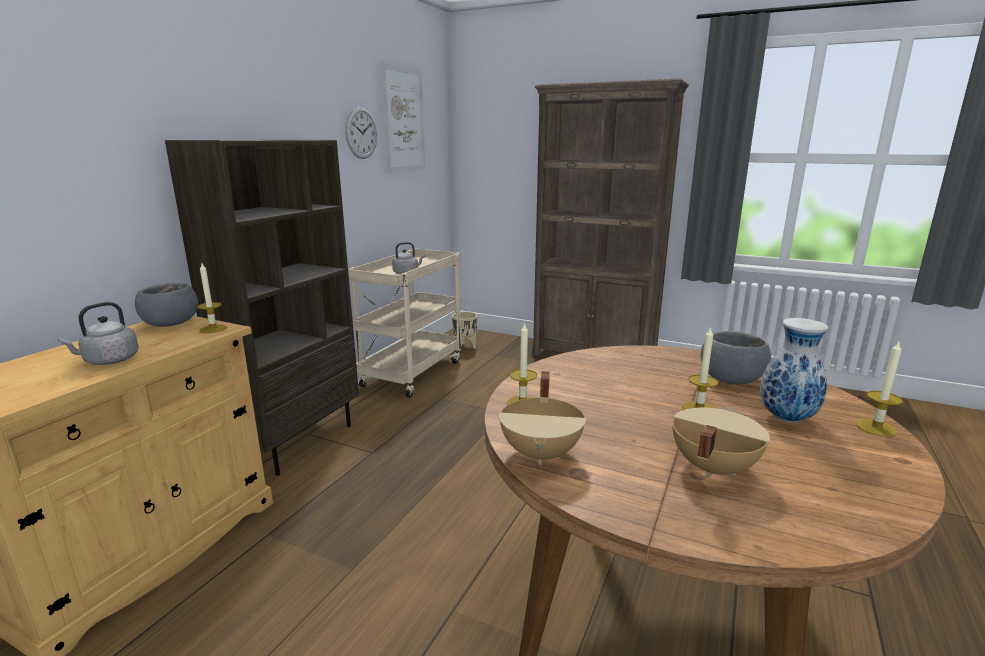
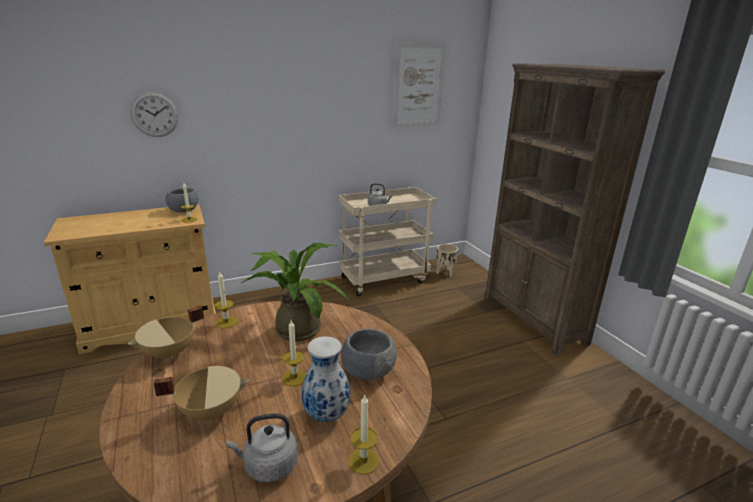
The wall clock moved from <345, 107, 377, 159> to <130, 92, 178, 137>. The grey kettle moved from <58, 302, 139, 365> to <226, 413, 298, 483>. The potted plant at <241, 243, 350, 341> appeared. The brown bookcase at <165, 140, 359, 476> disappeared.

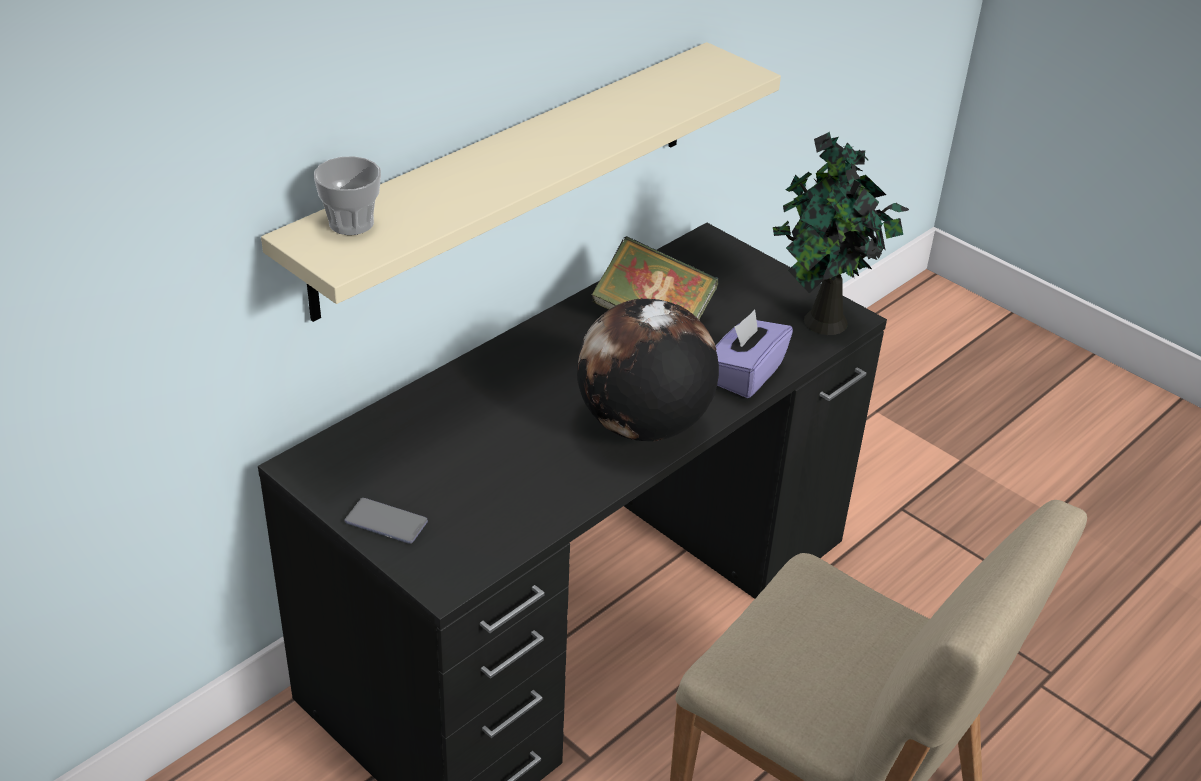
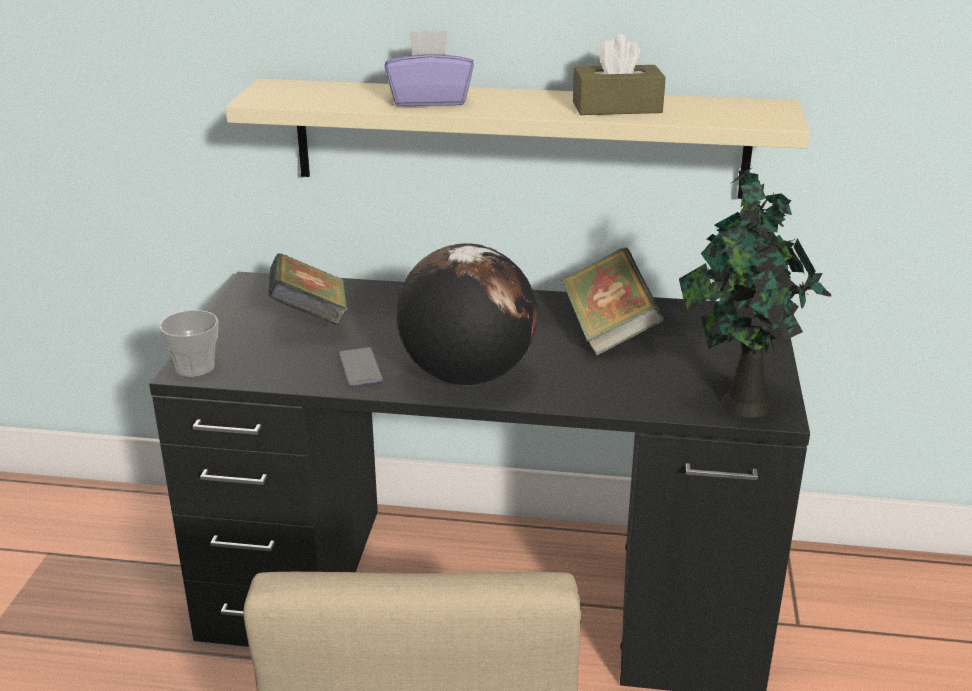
The cup moved from <314, 156, 381, 235> to <159, 310, 218, 377>. The book at <268, 253, 347, 326> appeared. The phone moved from <344, 498, 428, 544> to <339, 347, 383, 386>. The purple tissue box moved from <716, 310, 793, 398> to <385, 31, 474, 106>. The brown tissue box at <573, 34, 666, 115> appeared.

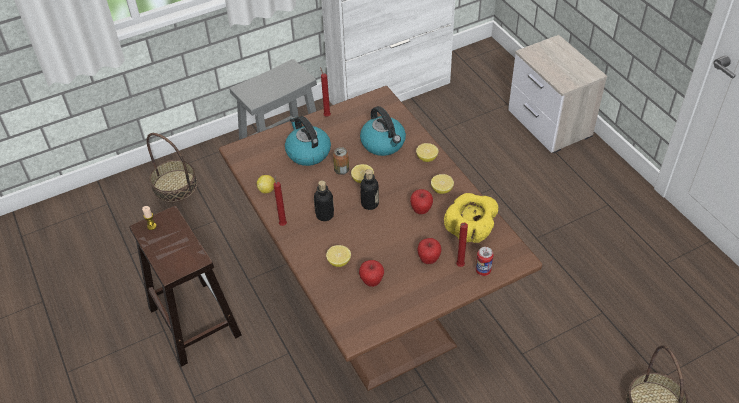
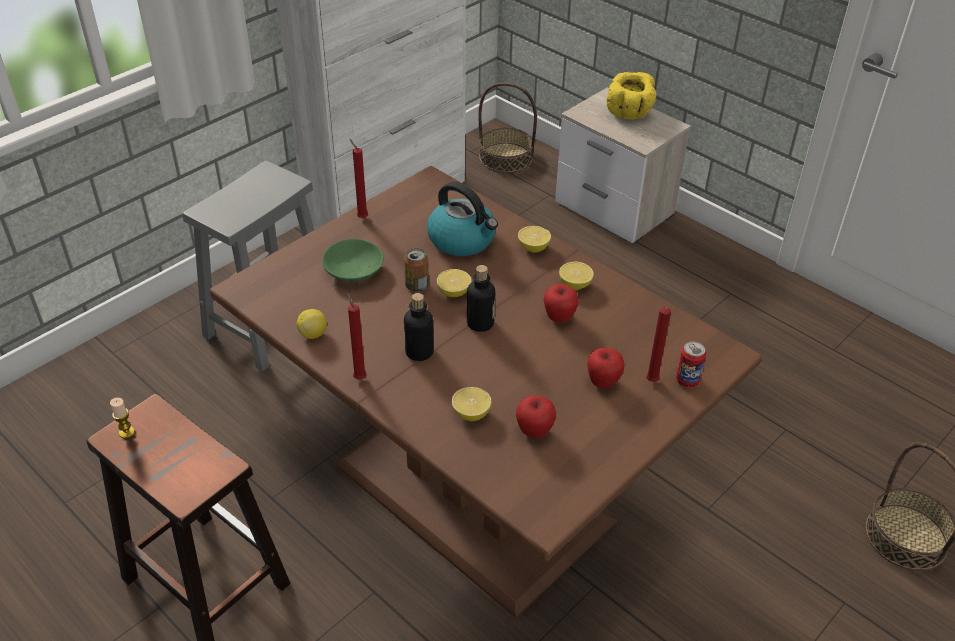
The kettle at <285, 116, 331, 166> was replaced by the green bowl at <322, 239, 384, 282>. The basket moved from <147, 133, 198, 203> to <478, 83, 537, 173>. The yellow bowl moved from <444, 193, 498, 243> to <607, 72, 657, 120>.

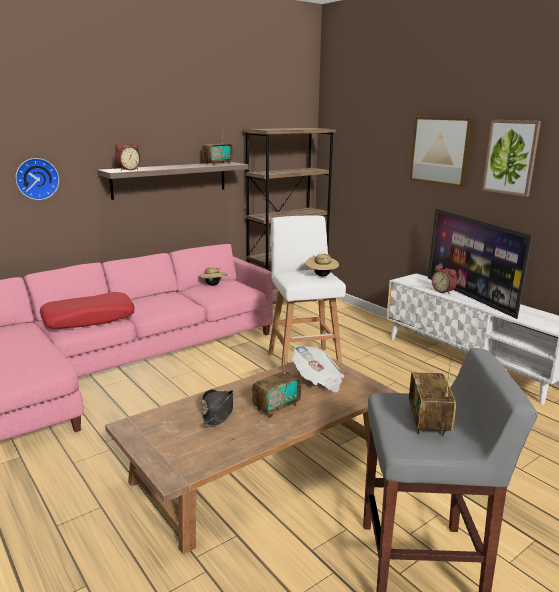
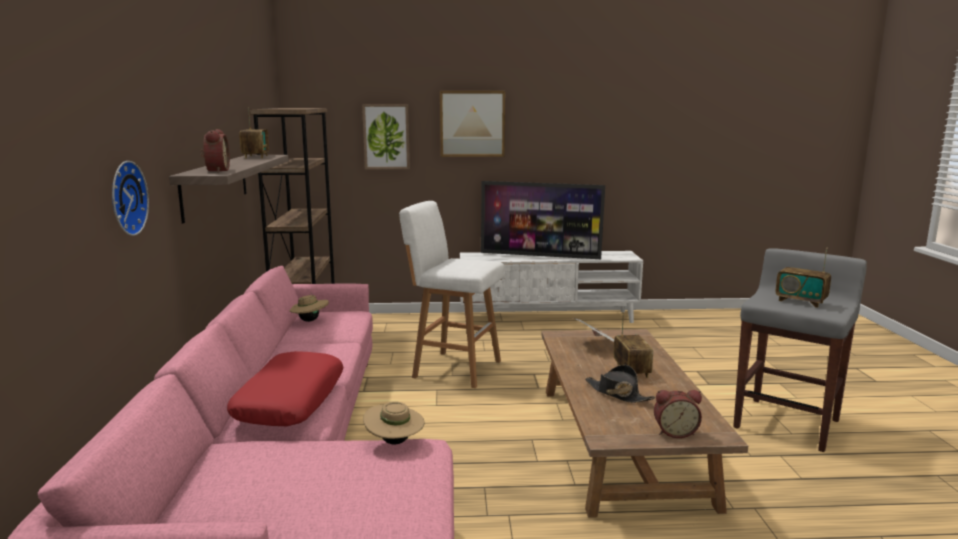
The picture moved from <482, 120, 541, 197> to <362, 104, 410, 169>. The beige hat moved from <306, 254, 339, 277> to <363, 401, 425, 444>. The alarm clock moved from <432, 265, 457, 294> to <654, 390, 702, 438>.

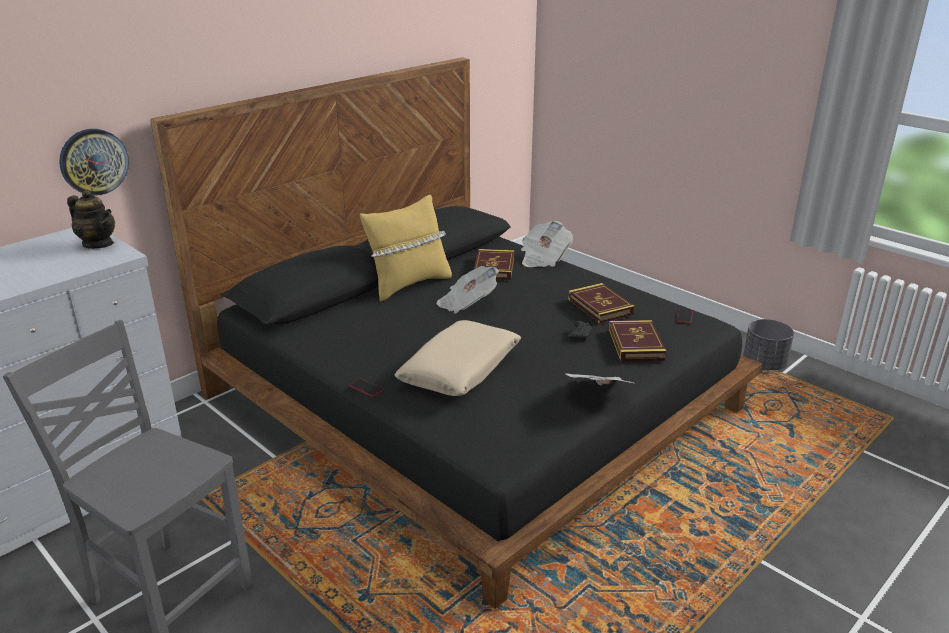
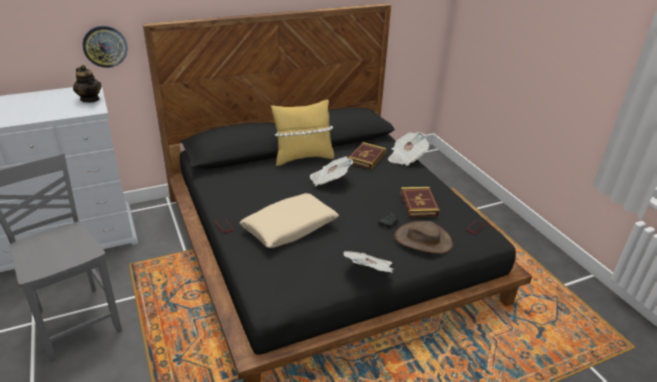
The book at <609, 320, 666, 361> was replaced by the brown hat at <394, 221, 453, 253>. The grey planter at <743, 319, 794, 370> disappeared.

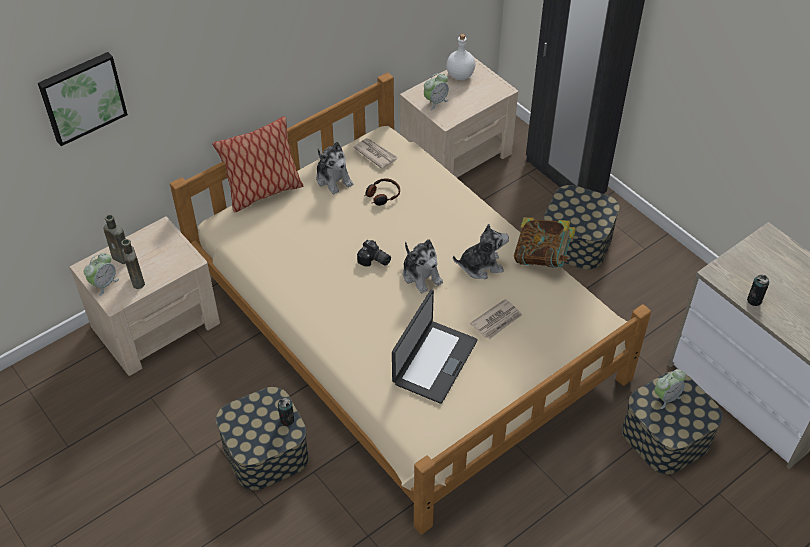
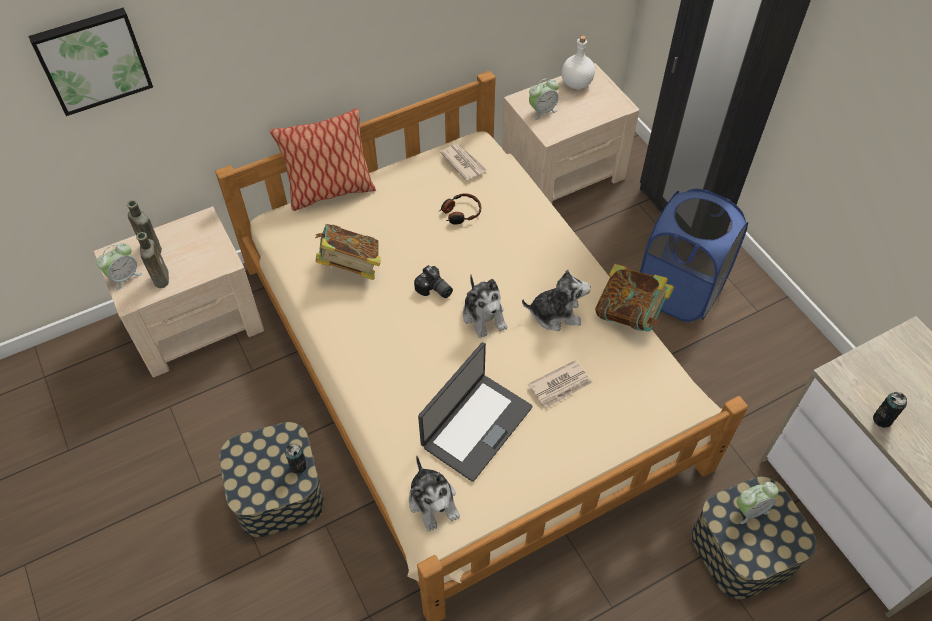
The book at <315, 224, 380, 280> appeared. The plush toy moved from <316, 142, 353, 194> to <409, 456, 460, 531>. The storage box at <544, 185, 620, 270> was replaced by the blue laundry basket at <640, 189, 748, 322>.

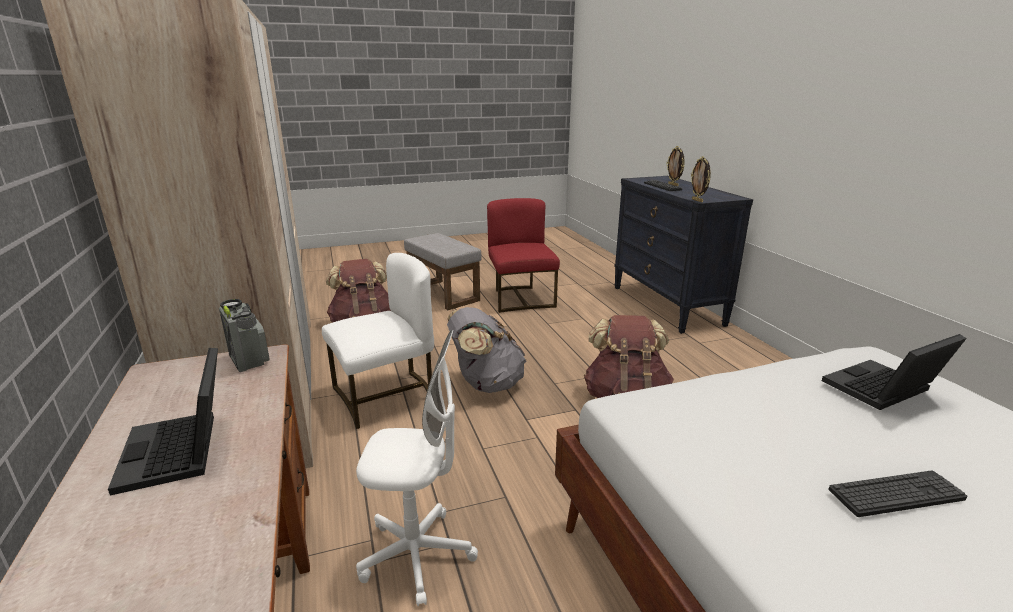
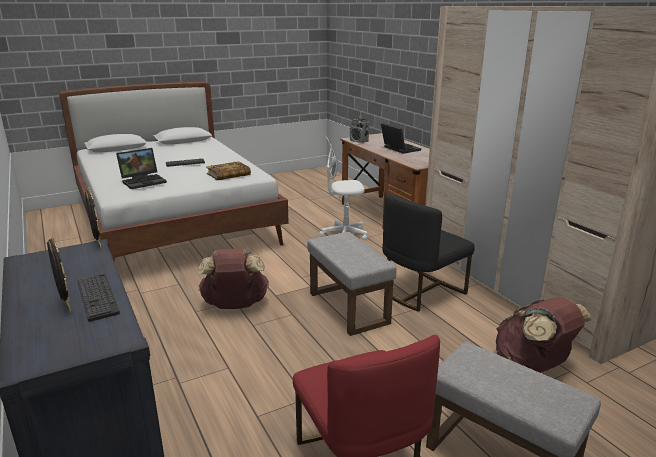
The book at <206, 161, 251, 180> appeared. The grey backpack at <447, 307, 527, 393> was replaced by the grey ottoman at <307, 232, 397, 336>. The radio moved from <219, 299, 270, 372> to <350, 116, 369, 143>. The white chair at <322, 253, 434, 429> became the black chair at <382, 193, 475, 312>.

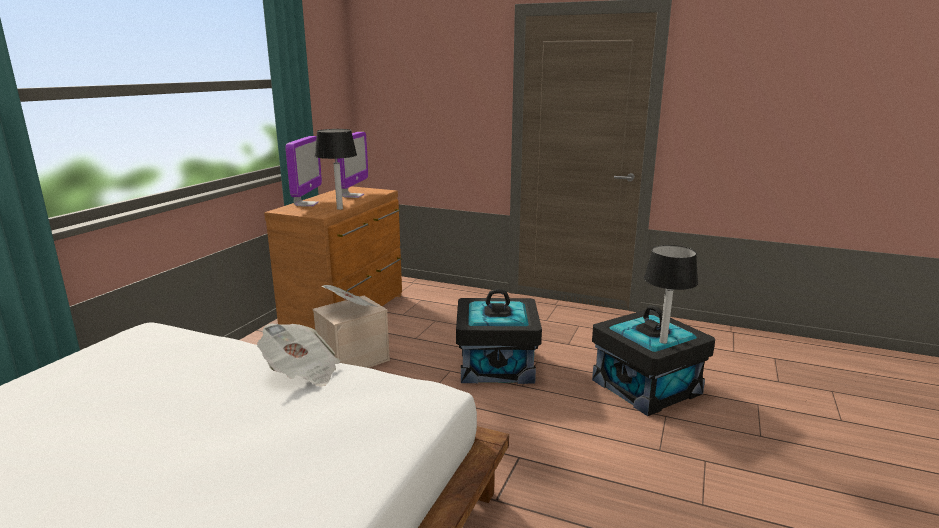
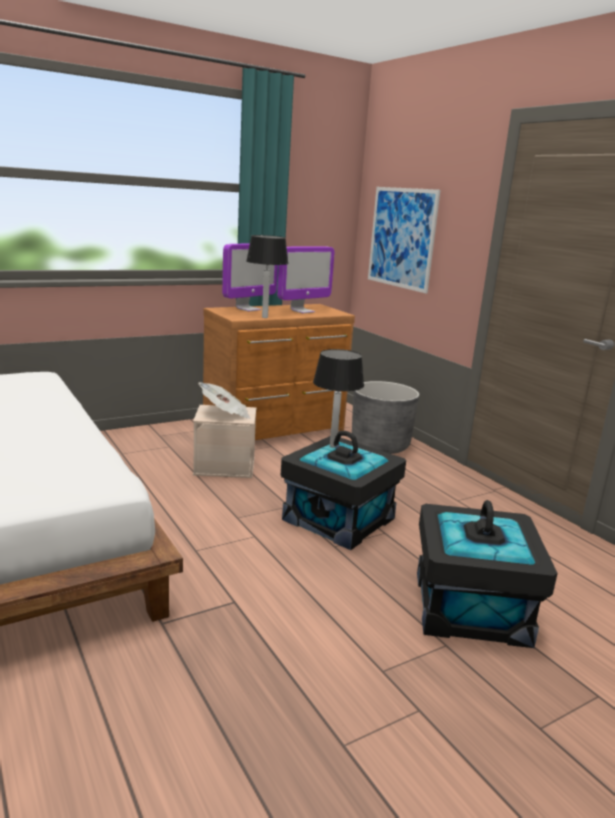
The table lamp moved from <644, 245, 698, 344> to <313, 349, 364, 448>. The grey planter at <352, 381, 419, 454> appeared. The picture at <368, 187, 441, 294> appeared. The newspaper at <257, 323, 340, 386> disappeared.

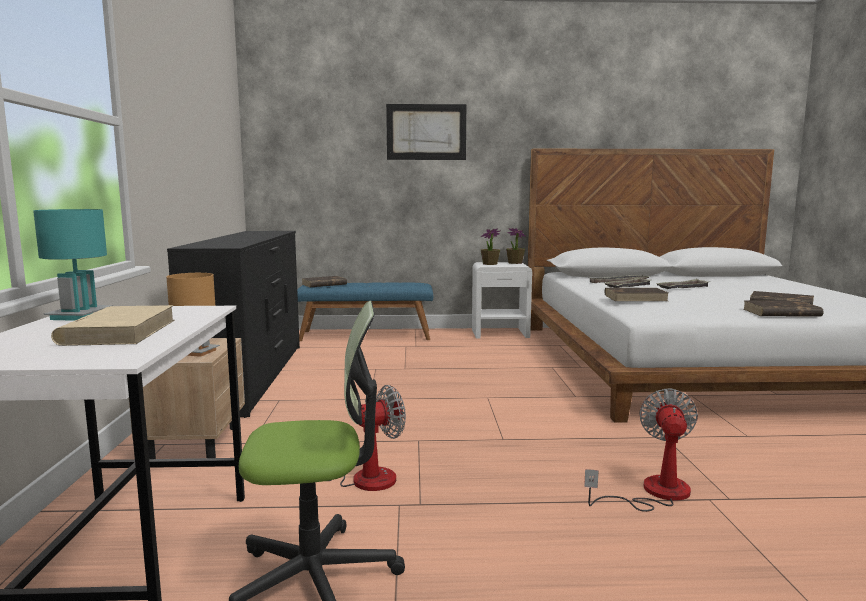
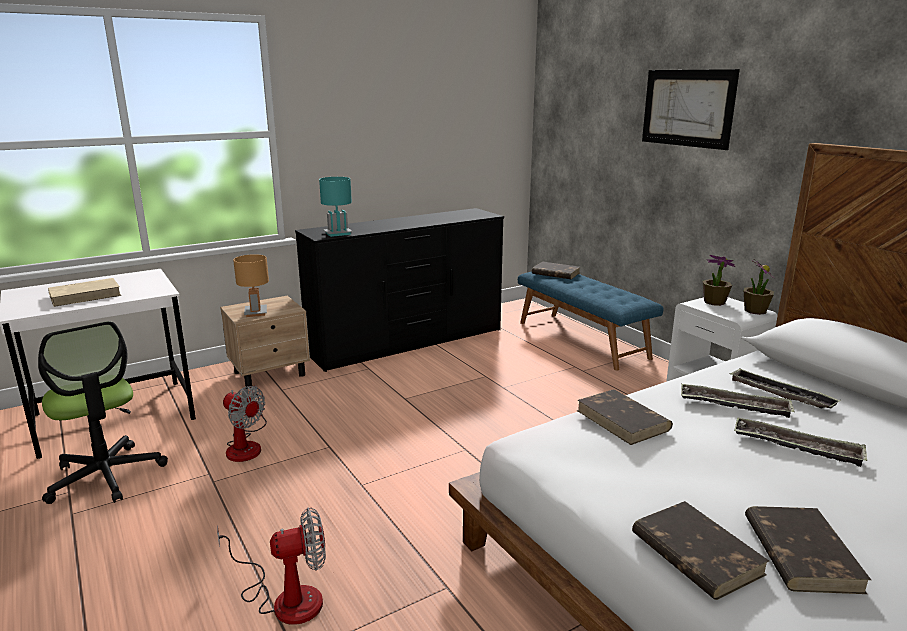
The turquoise table lamp moved from <33, 209, 113, 321> to <319, 177, 353, 237>.

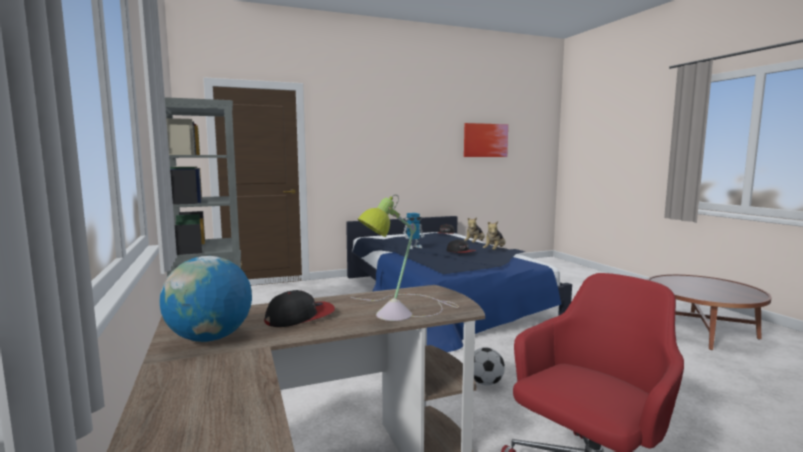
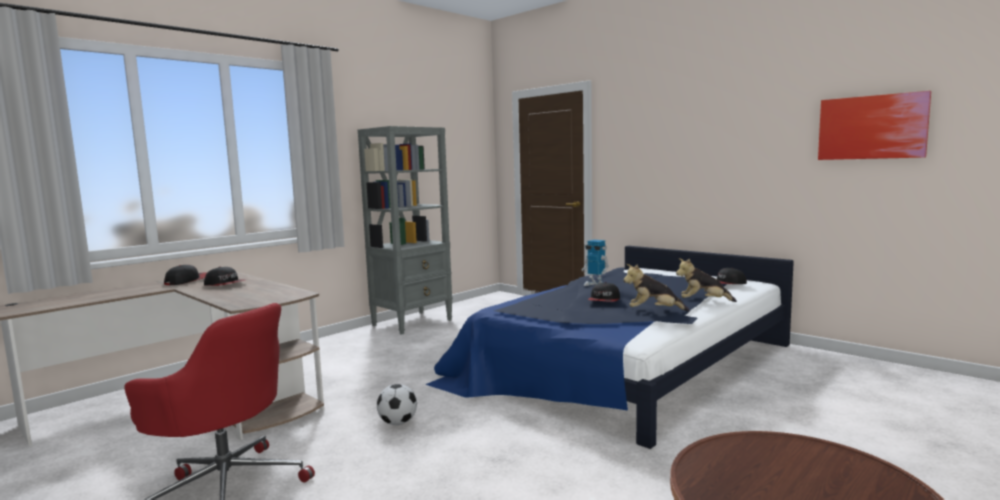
The globe at <159, 256, 252, 342> was replaced by the cap at <164, 265, 207, 285>. The table lamp at <350, 194, 459, 321> disappeared.

